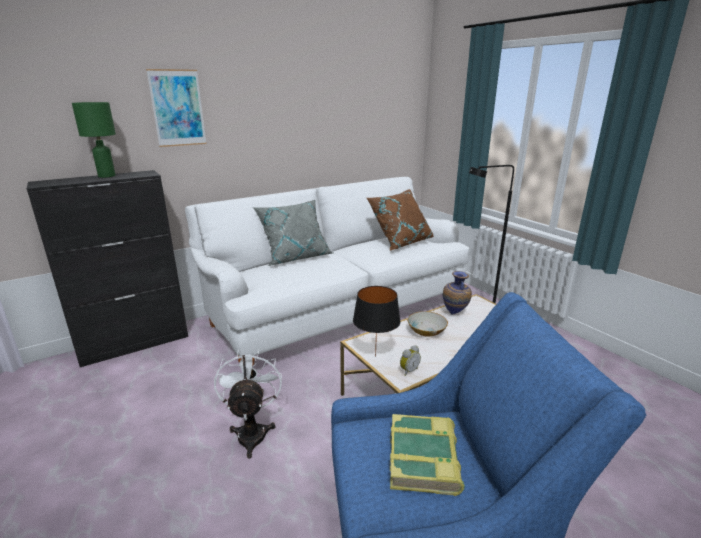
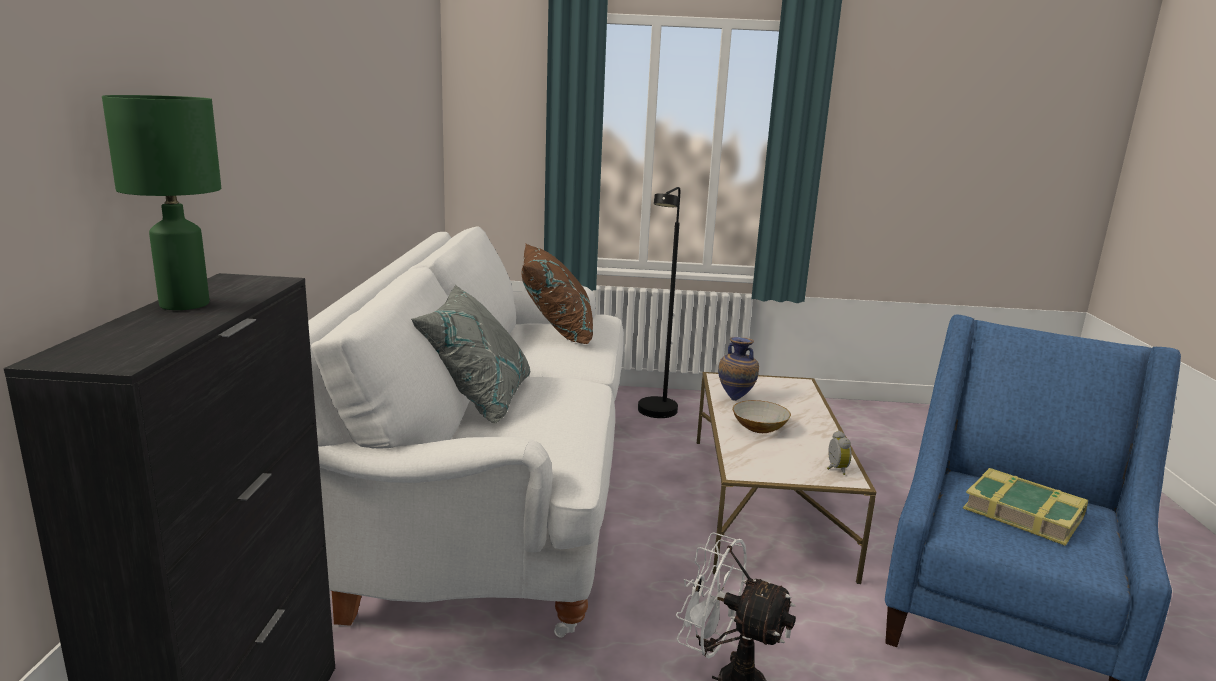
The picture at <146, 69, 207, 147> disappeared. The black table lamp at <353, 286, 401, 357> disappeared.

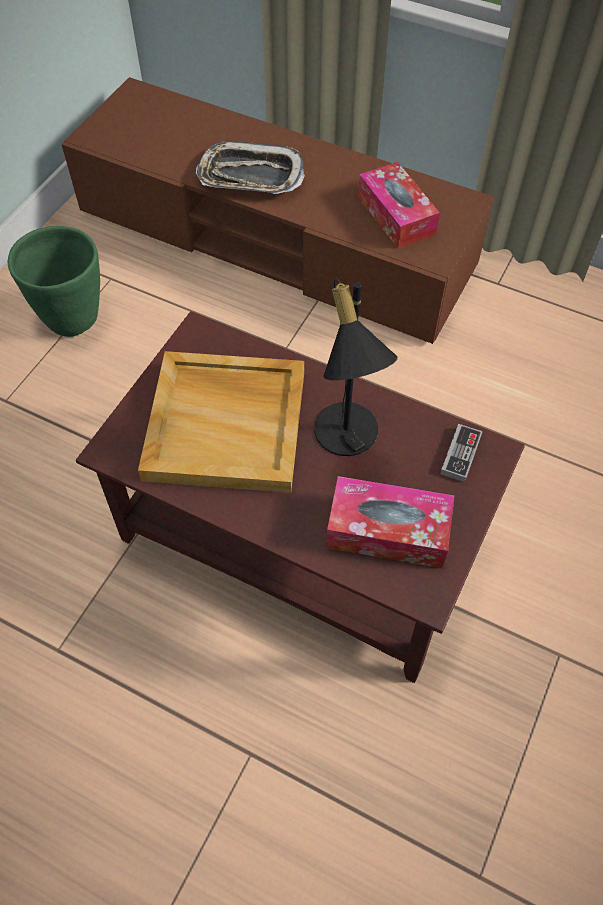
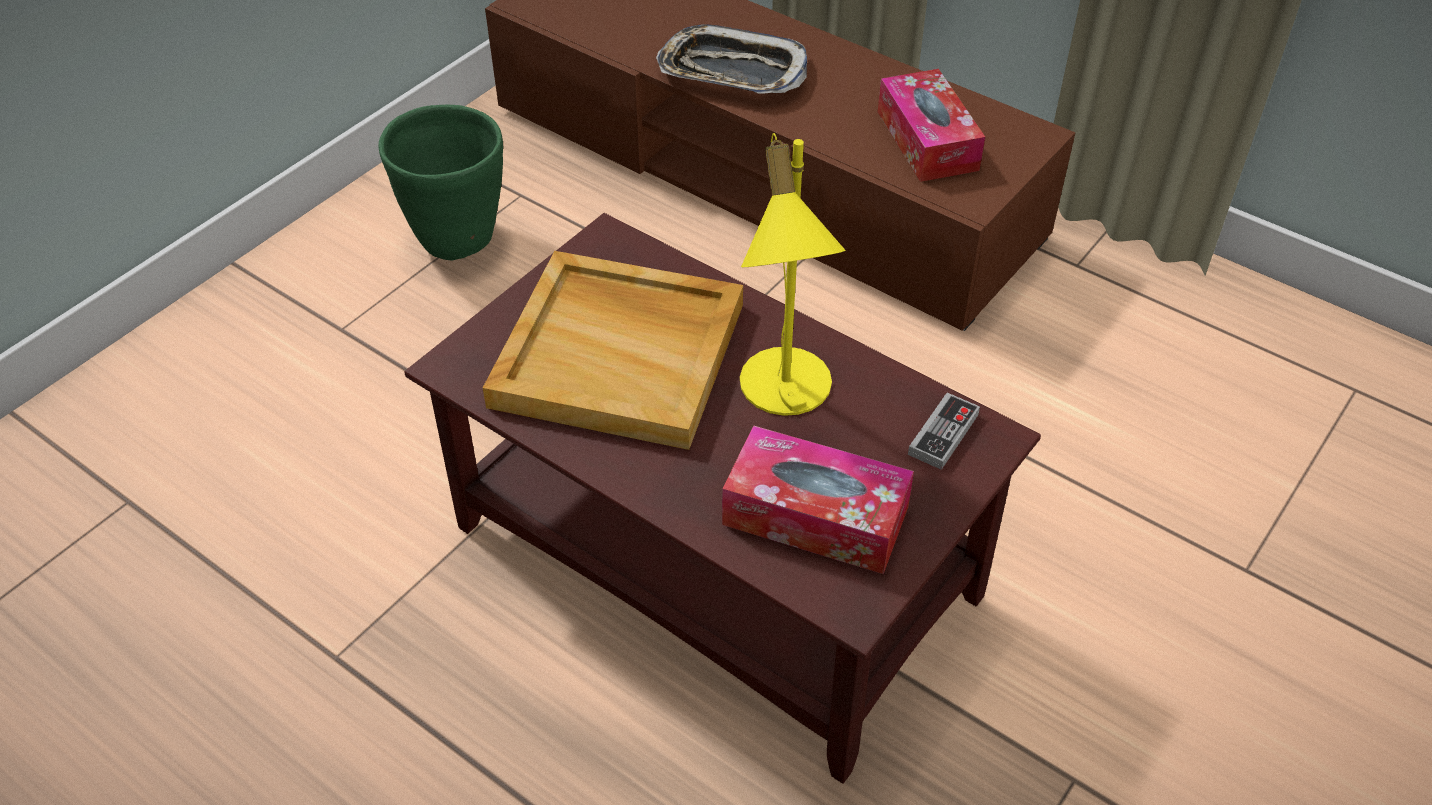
The black table lamp at <314, 278, 398, 456> became the yellow table lamp at <740, 133, 846, 416>.

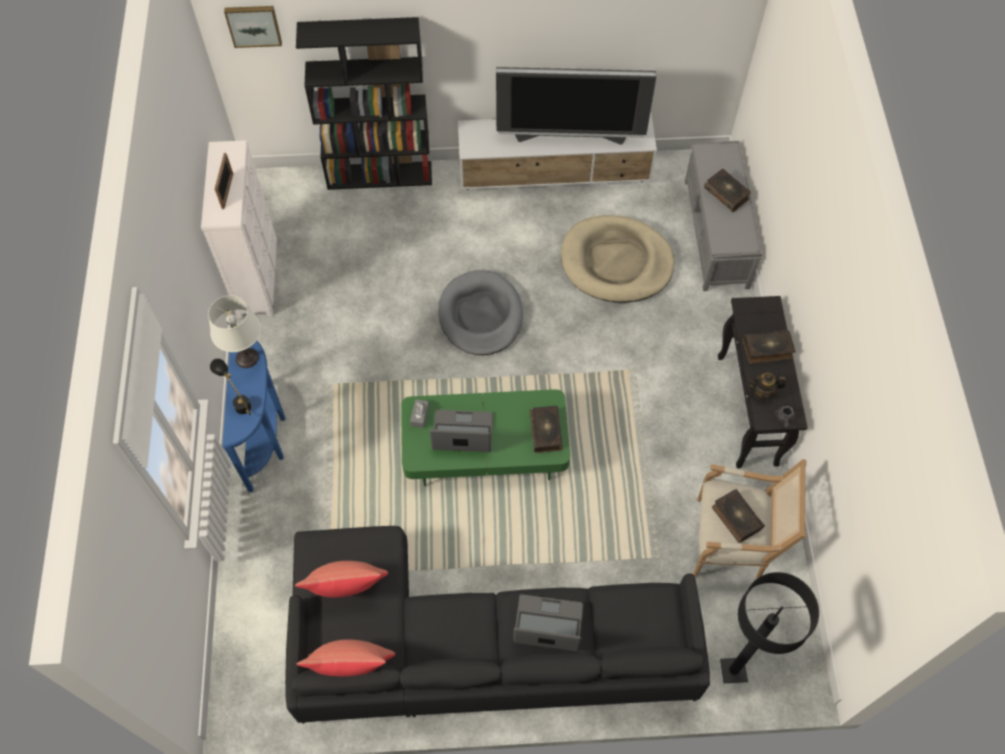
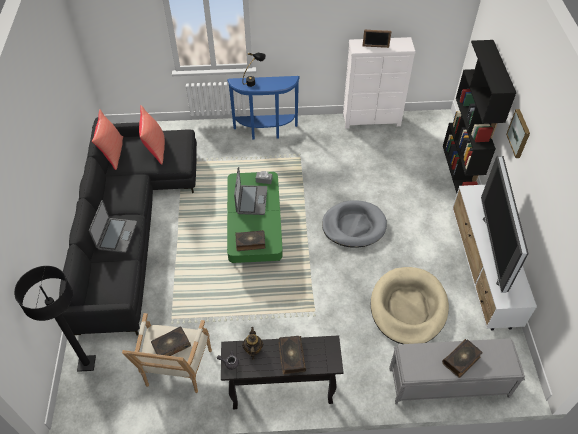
The picture moved from <224, 6, 282, 48> to <506, 109, 530, 158>. The white table lamp at <208, 295, 261, 368> disappeared.

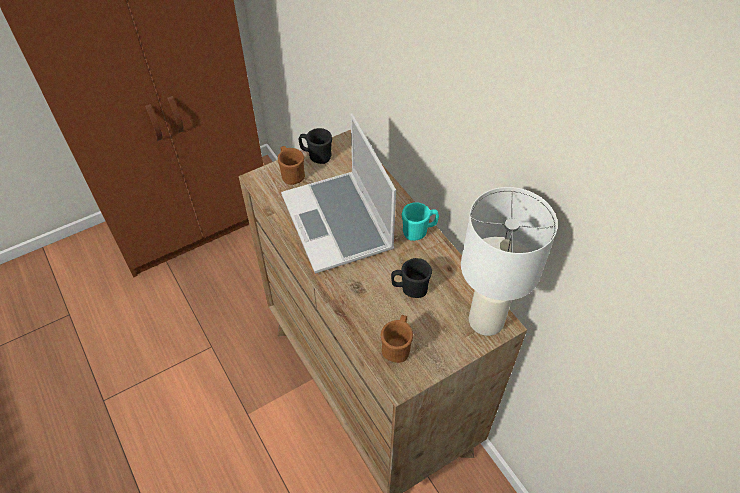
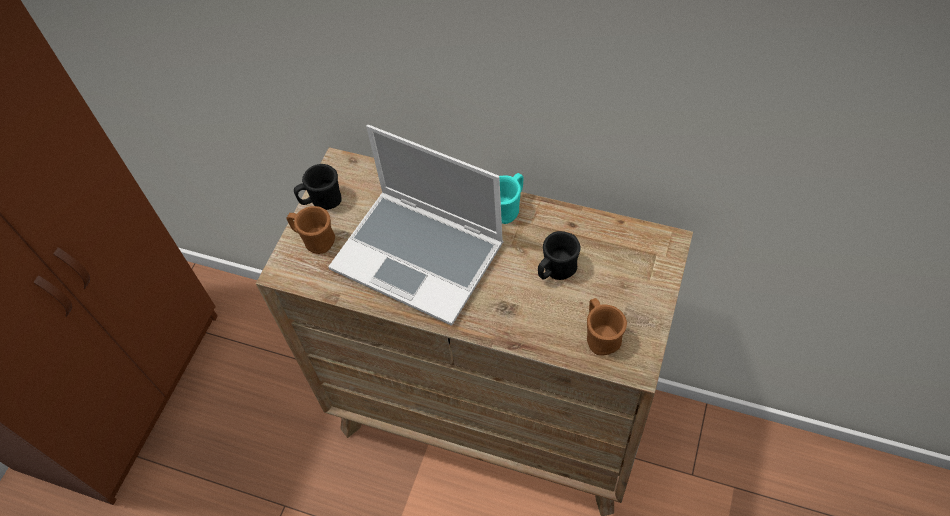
The white table lamp at <461, 187, 558, 336> disappeared.

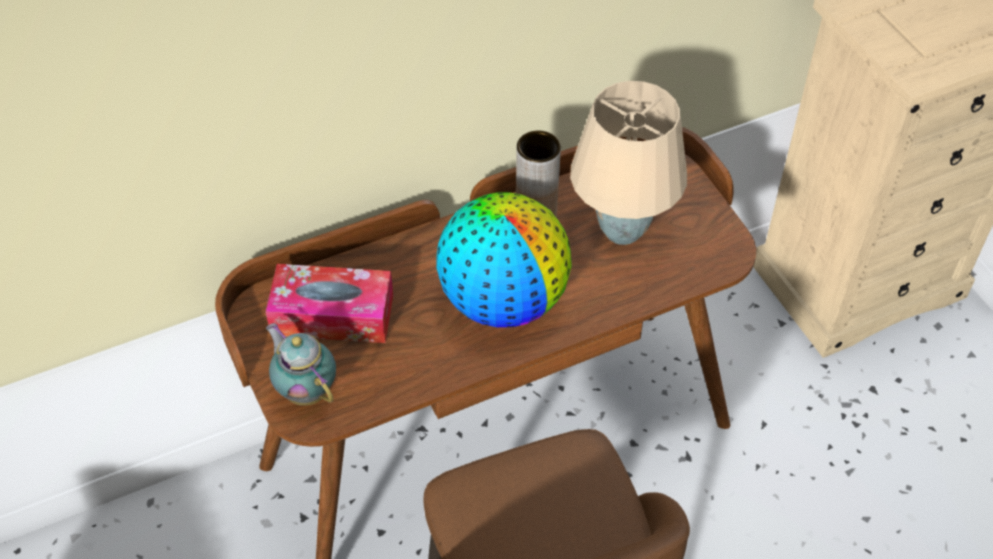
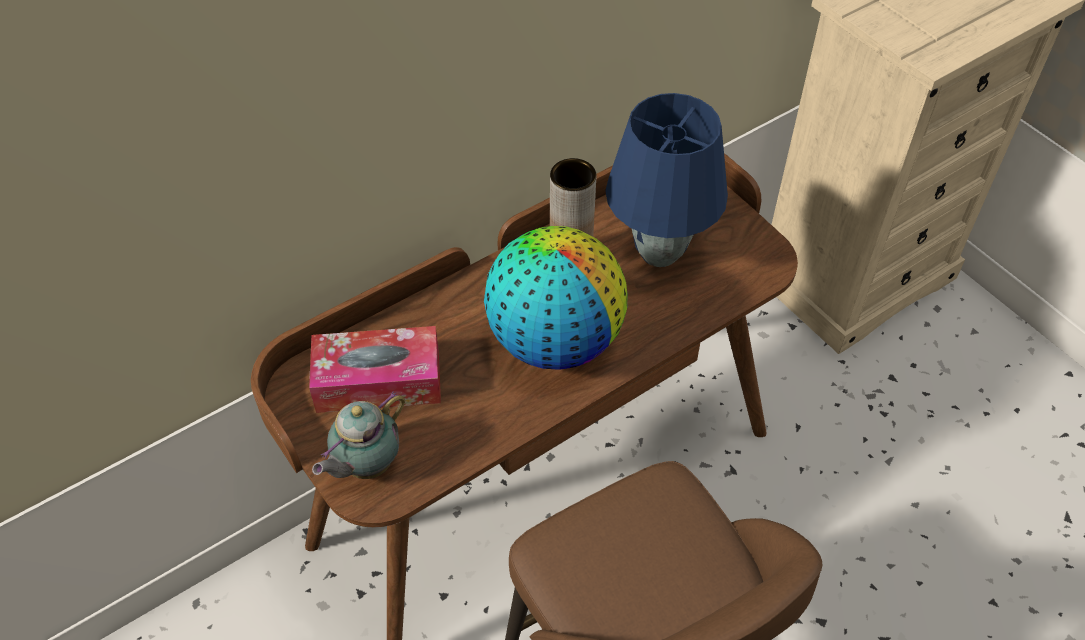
The teapot at <266, 323, 336, 406> turned 90 degrees counterclockwise. The beige table lamp at <570, 81, 687, 245> became the blue table lamp at <605, 93, 728, 267>.

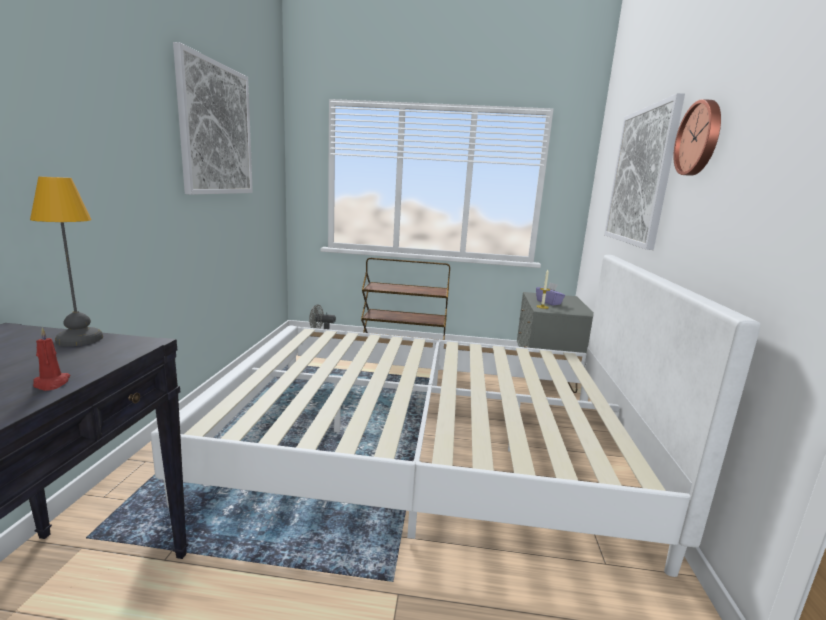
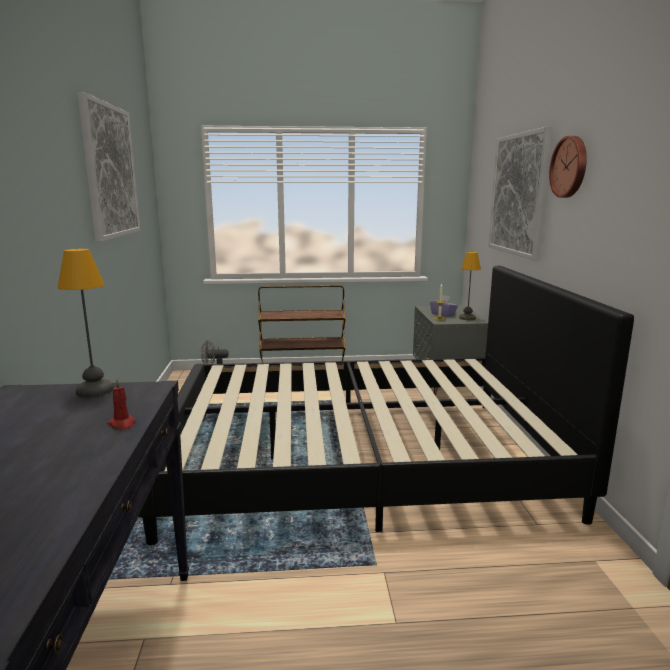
The white bed at <150, 255, 760, 577> became the black bed at <138, 266, 634, 545>. The table lamp at <459, 252, 481, 320> appeared.

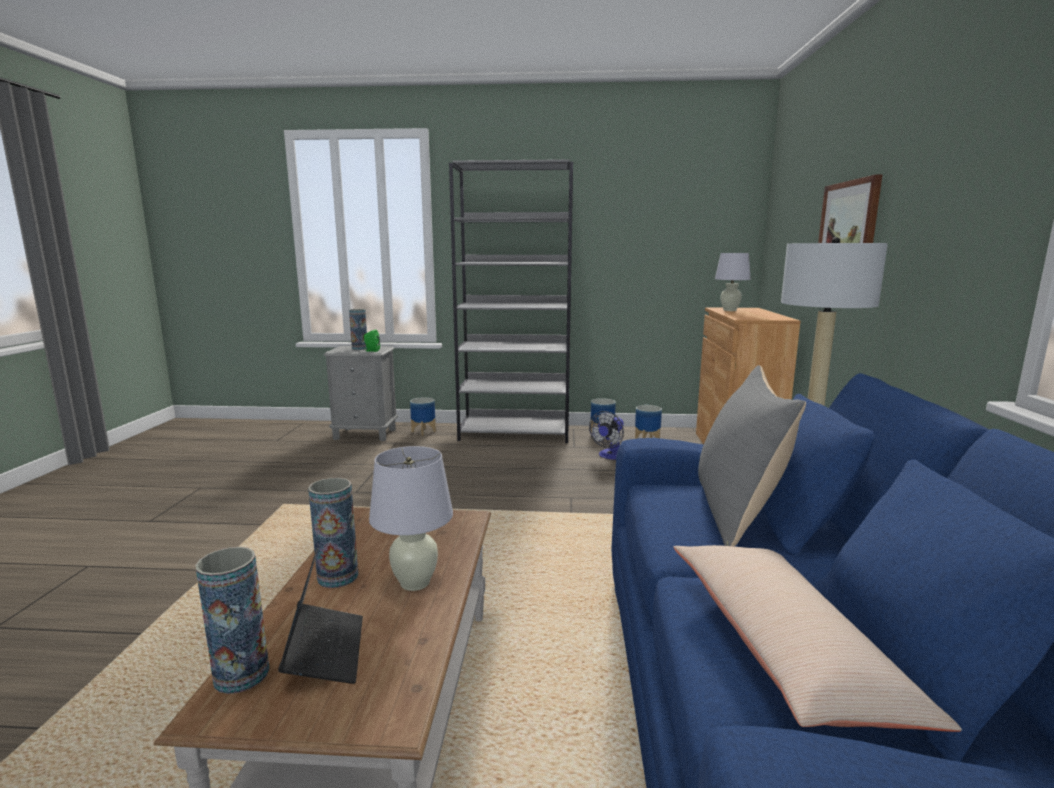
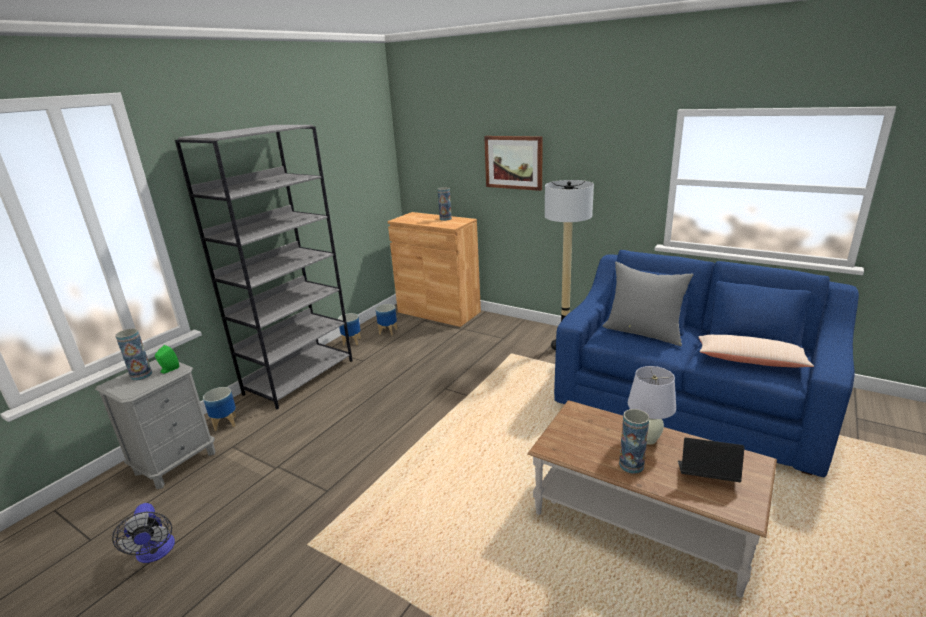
The fan moved from <589, 411, 624, 459> to <112, 503, 175, 563>. The vase moved from <195, 547, 269, 694> to <438, 187, 452, 221>. The white table lamp at <715, 253, 751, 311> disappeared.

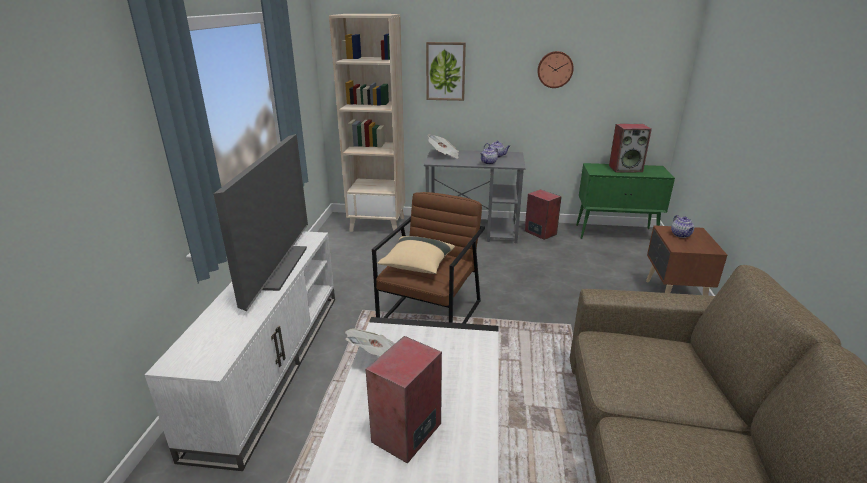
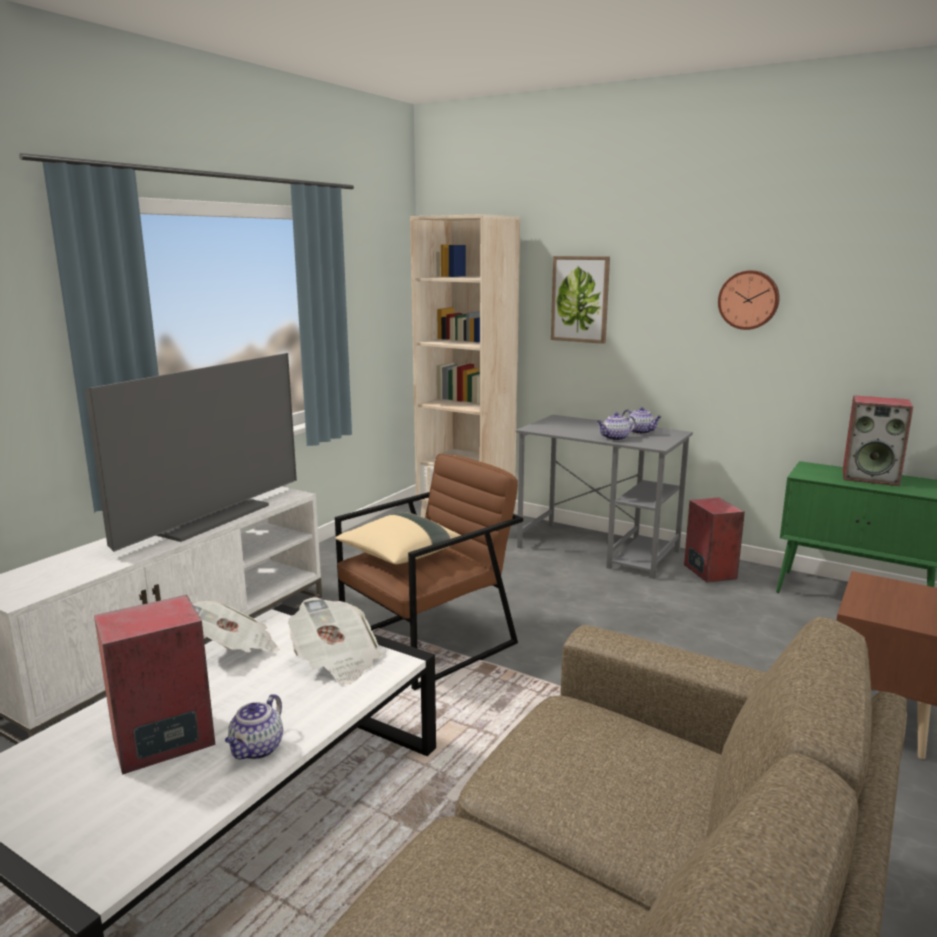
The teapot moved from <671, 215, 694, 238> to <225, 694, 283, 759>. The newspaper moved from <428, 135, 459, 158> to <288, 597, 382, 684>.

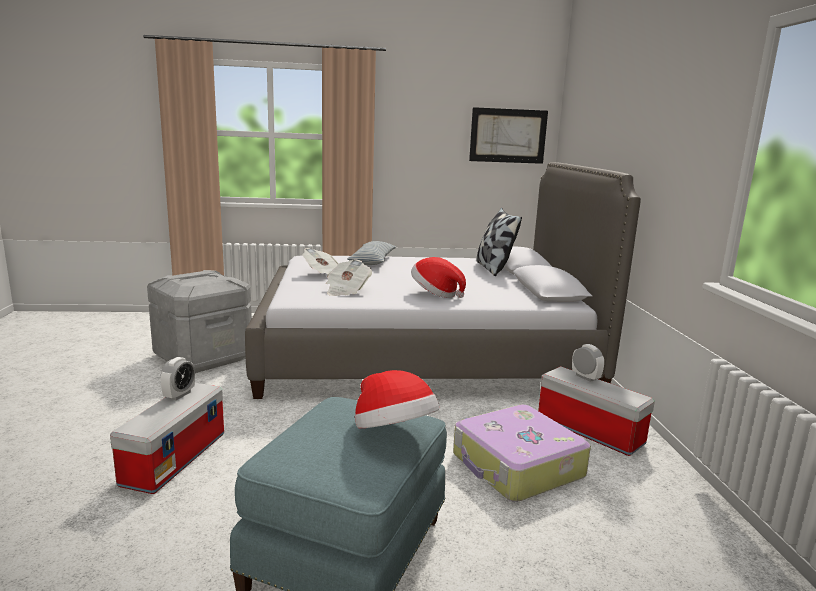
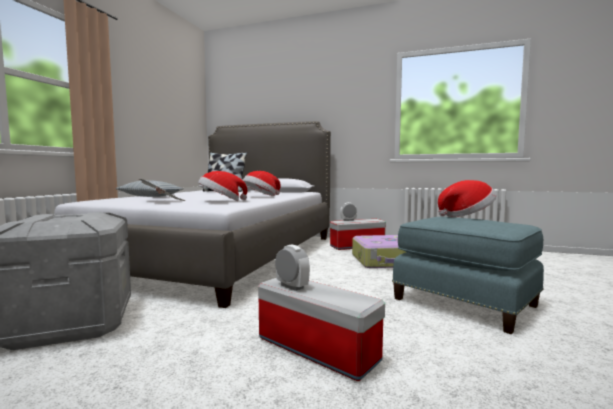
The newspaper at <326, 259, 372, 296> was replaced by the hat at <198, 171, 247, 201>. The picture at <469, 107, 548, 164> disappeared.

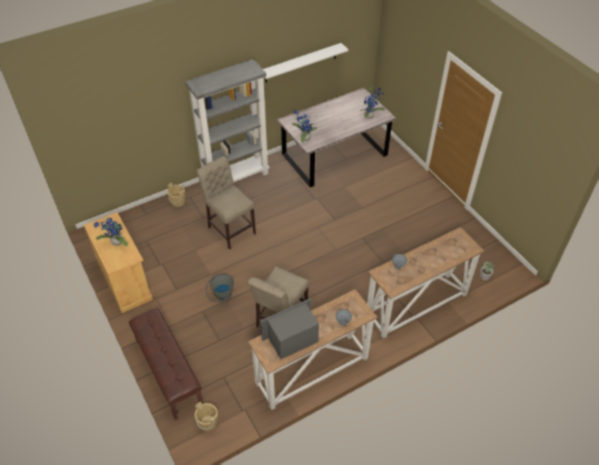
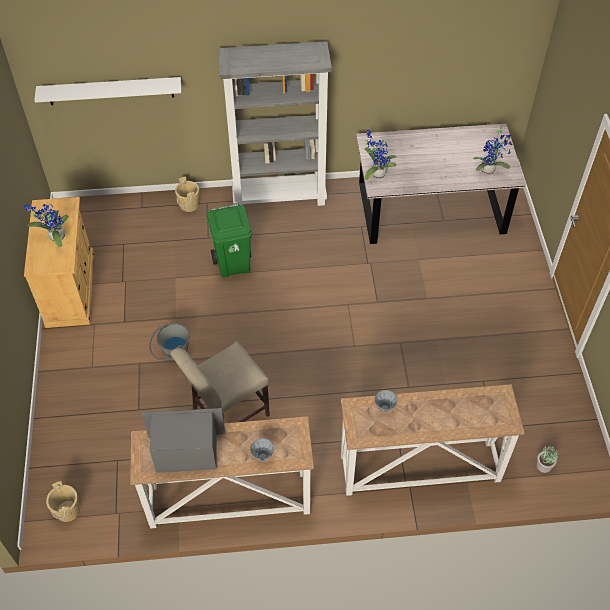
The white shelf moved from <263, 43, 349, 82> to <34, 77, 181, 105>. The beige chair at <196, 156, 256, 250> was replaced by the green trash can at <207, 204, 252, 278>. The brown bench at <129, 308, 204, 420> disappeared.

